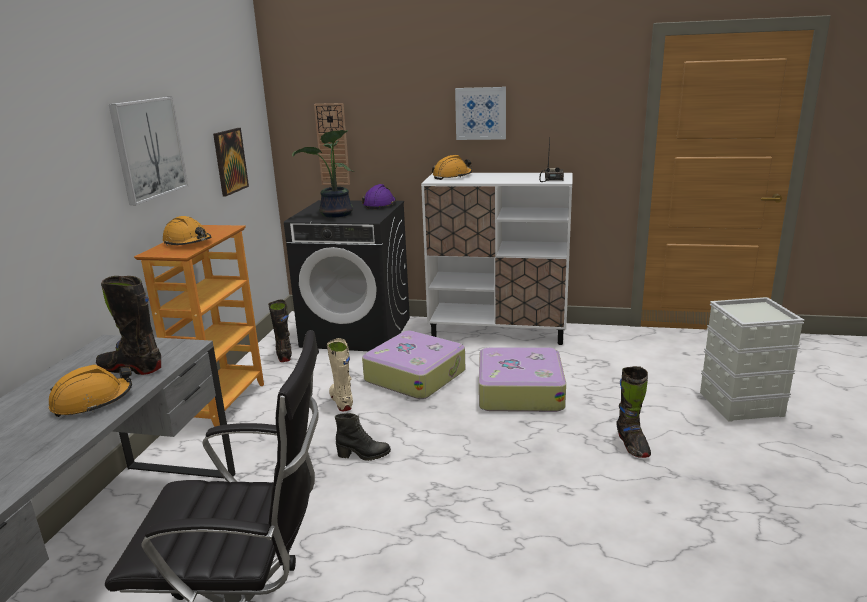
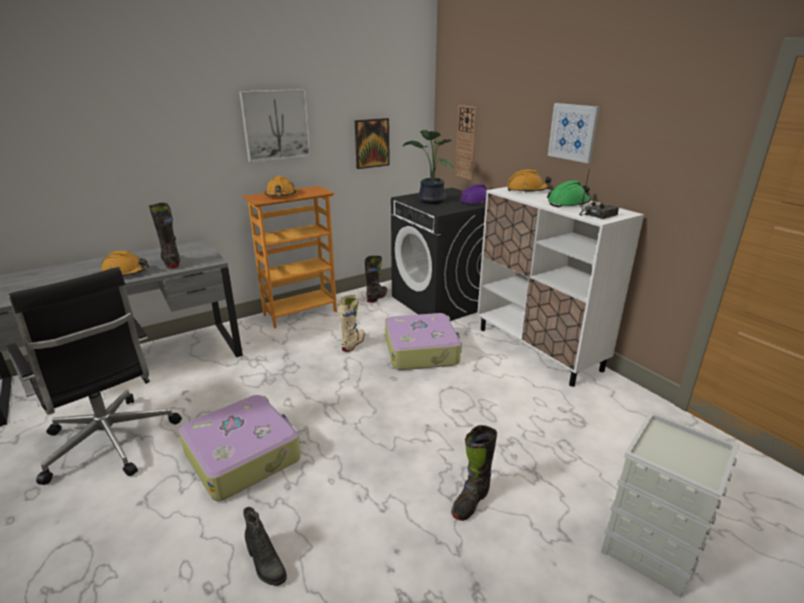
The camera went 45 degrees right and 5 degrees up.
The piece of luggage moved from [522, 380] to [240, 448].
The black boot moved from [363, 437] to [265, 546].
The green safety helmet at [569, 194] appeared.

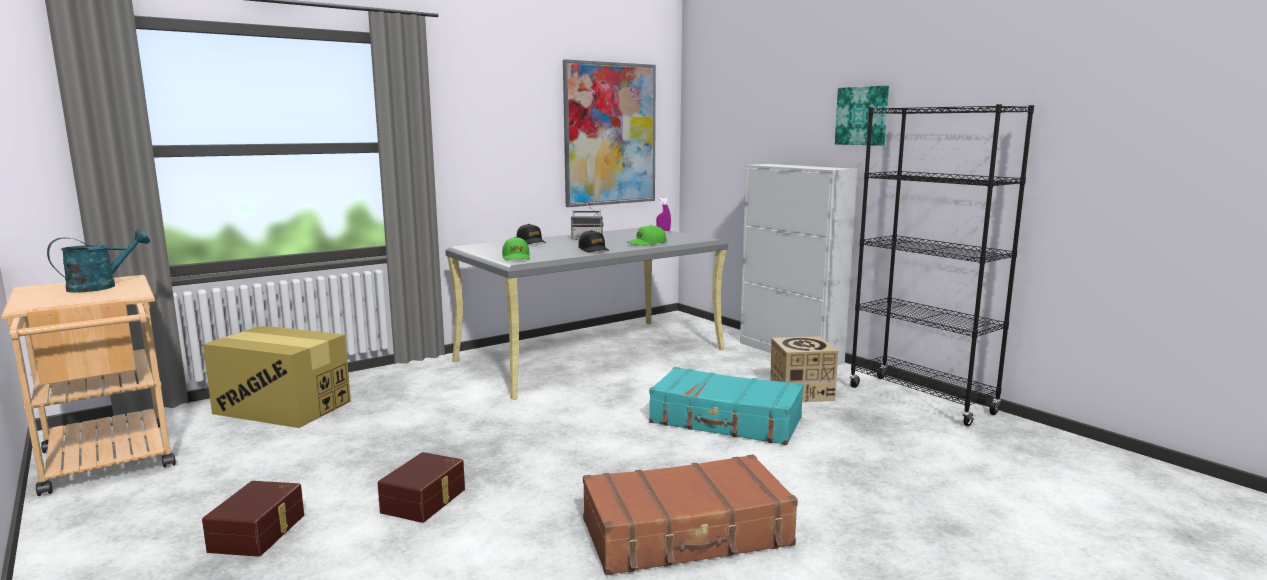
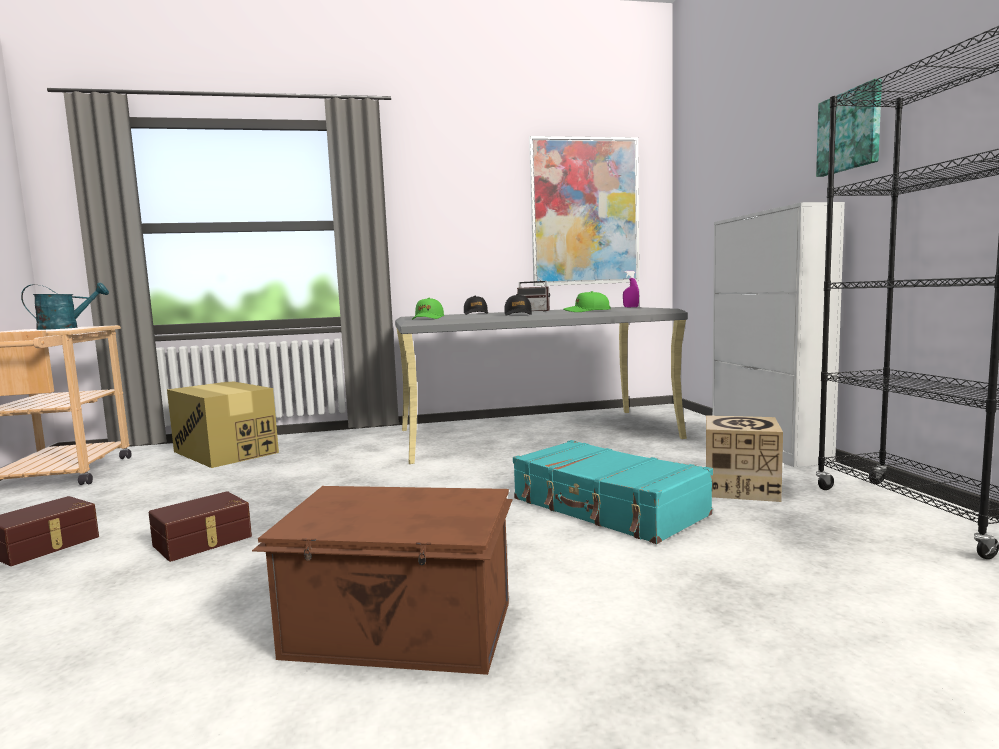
The camera went 25 degrees right and 5 degrees down.
The brown-coloured piece of luggage at [690, 514] was replaced by the brown-coloured storage container at [382, 580].

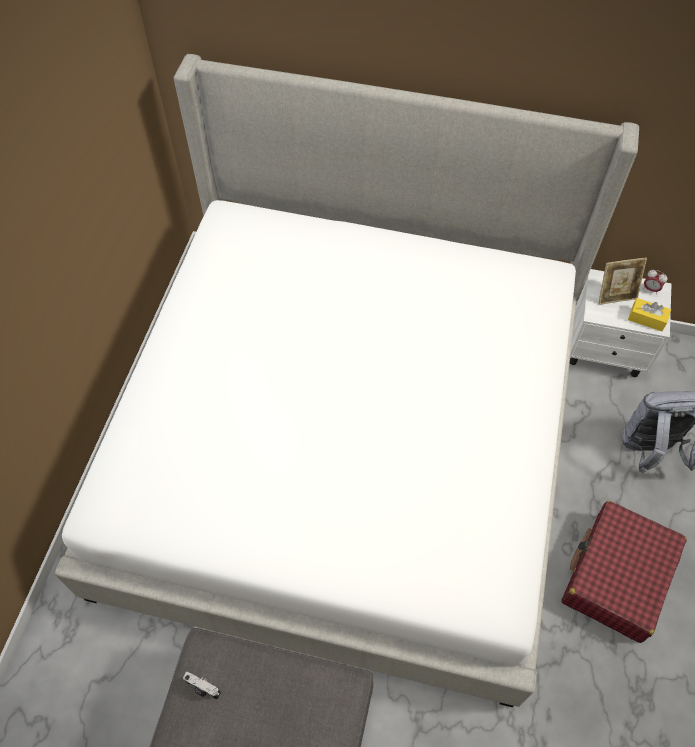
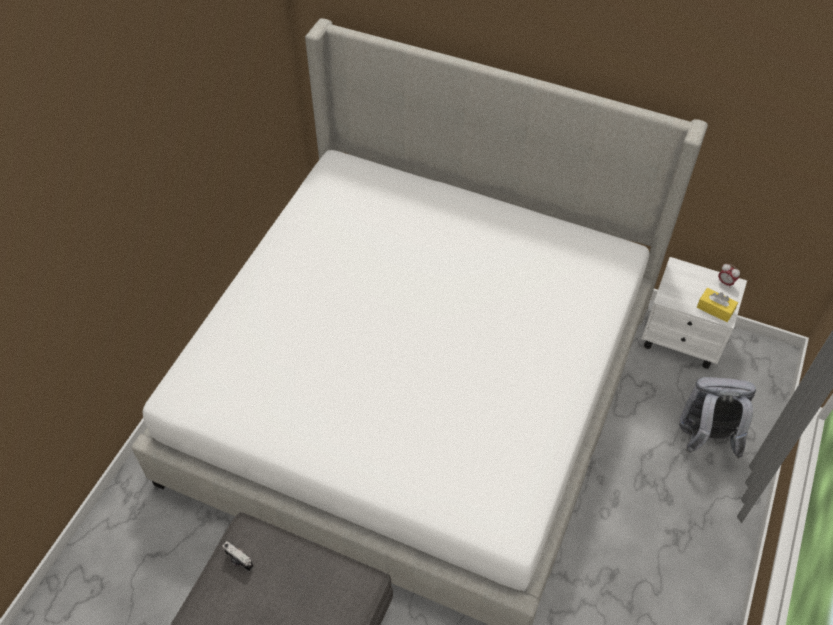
The camera went 10 degrees right and 5 degrees down.
The picture frame at [622, 281] disappeared.
The red-coloured piece of luggage at [624, 572] disappeared.

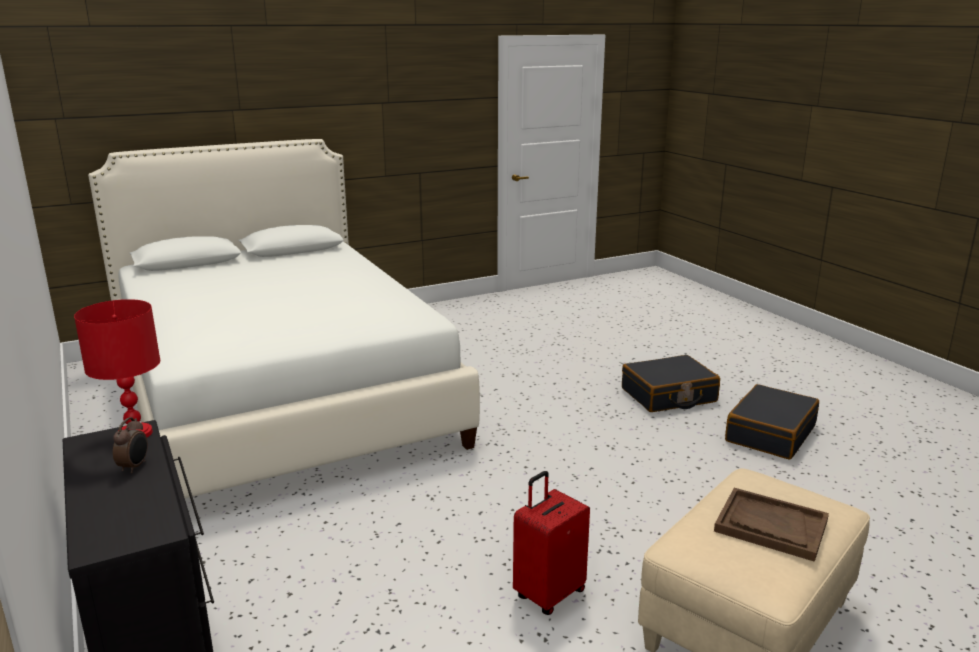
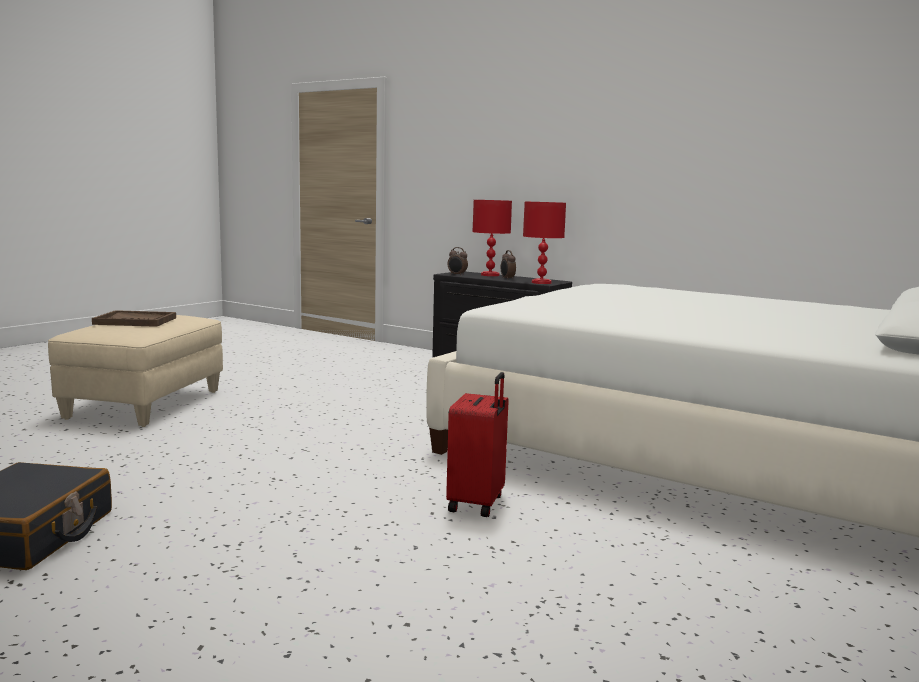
The camera went 150 degrees right and 10 degrees down.
The black piece of luggage at [671, 383] disappeared.
The red-coloured piece of luggage moved from [551, 543] to [477, 444].
The red-coloured table lamp at [492, 238] appeared.
The bedside clock at [458, 261] appeared.

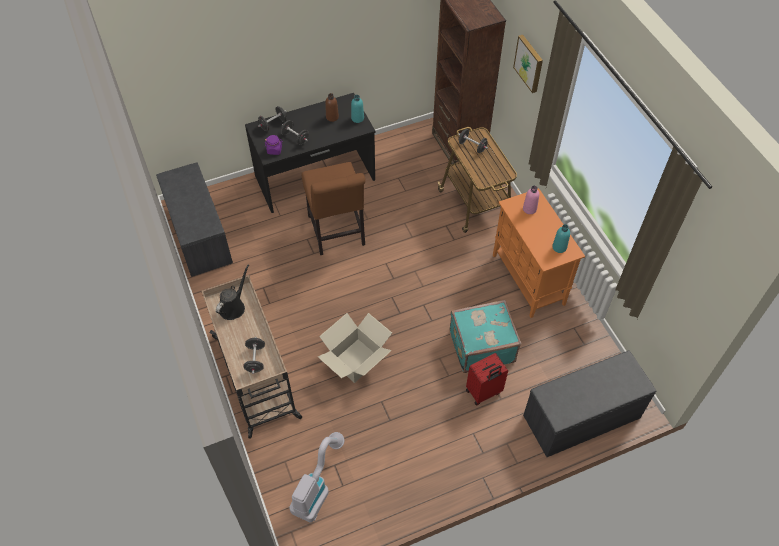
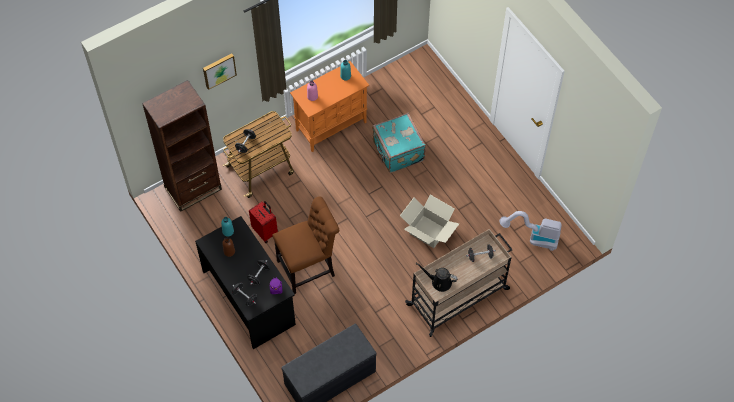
The camera went 100 degrees left and 5 degrees up.
The gray indoor bench at [589, 404] disappeared.
The red-coloured piece of luggage moved from [487, 379] to [263, 222].

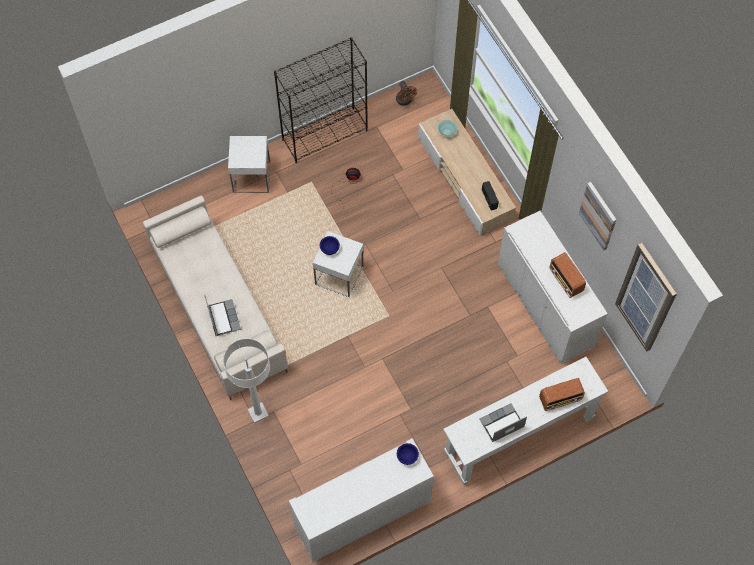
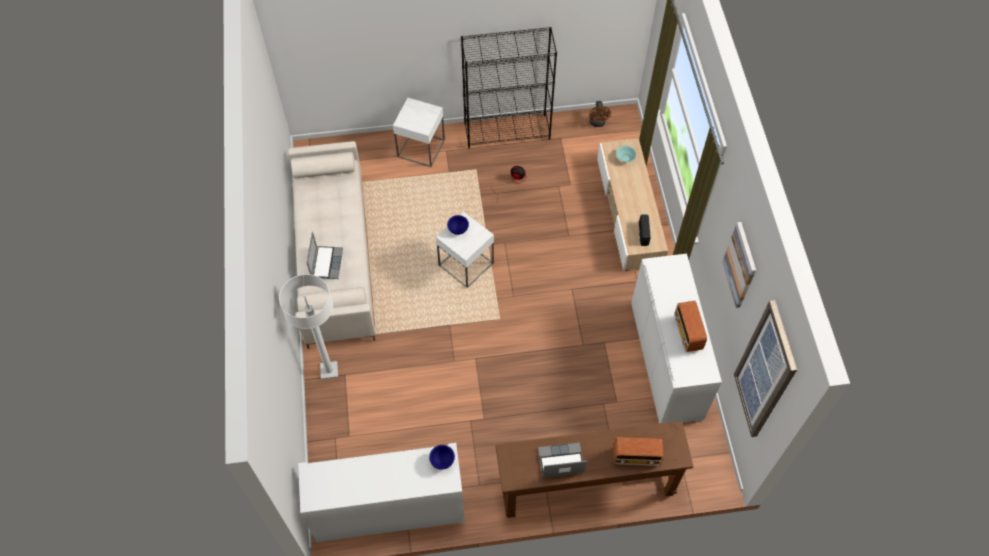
The camera went 20 degrees right and 5 degrees down.
The white-coloured narrow table at [525, 421] became the brown-coloured narrow table at [595, 469].

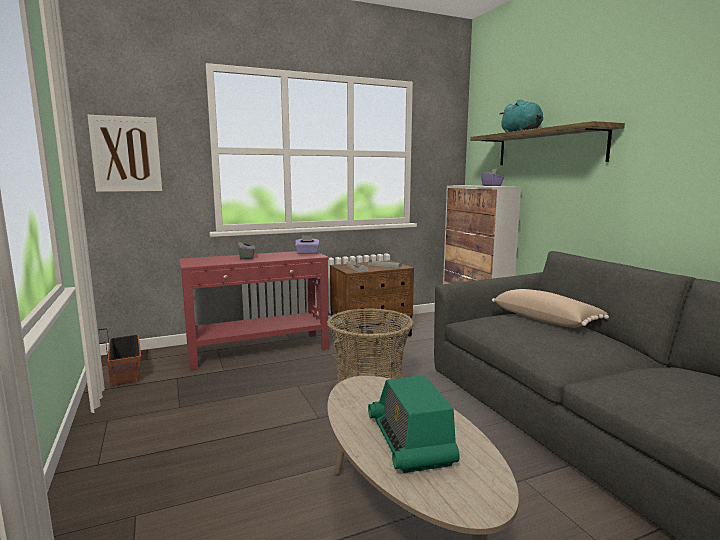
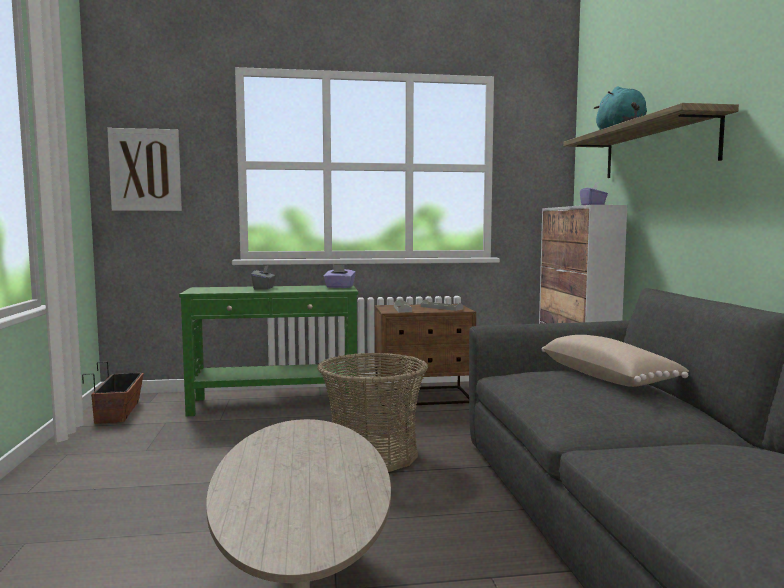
The camera went 15 degrees right and 5 degrees down.
The red-coloured narrow table at [254, 310] became the green narrow table at [268, 350].
The radio at [414, 424] disappeared.

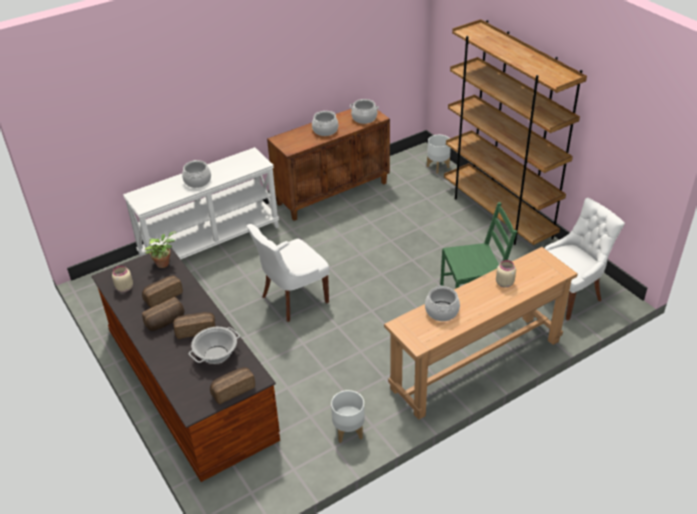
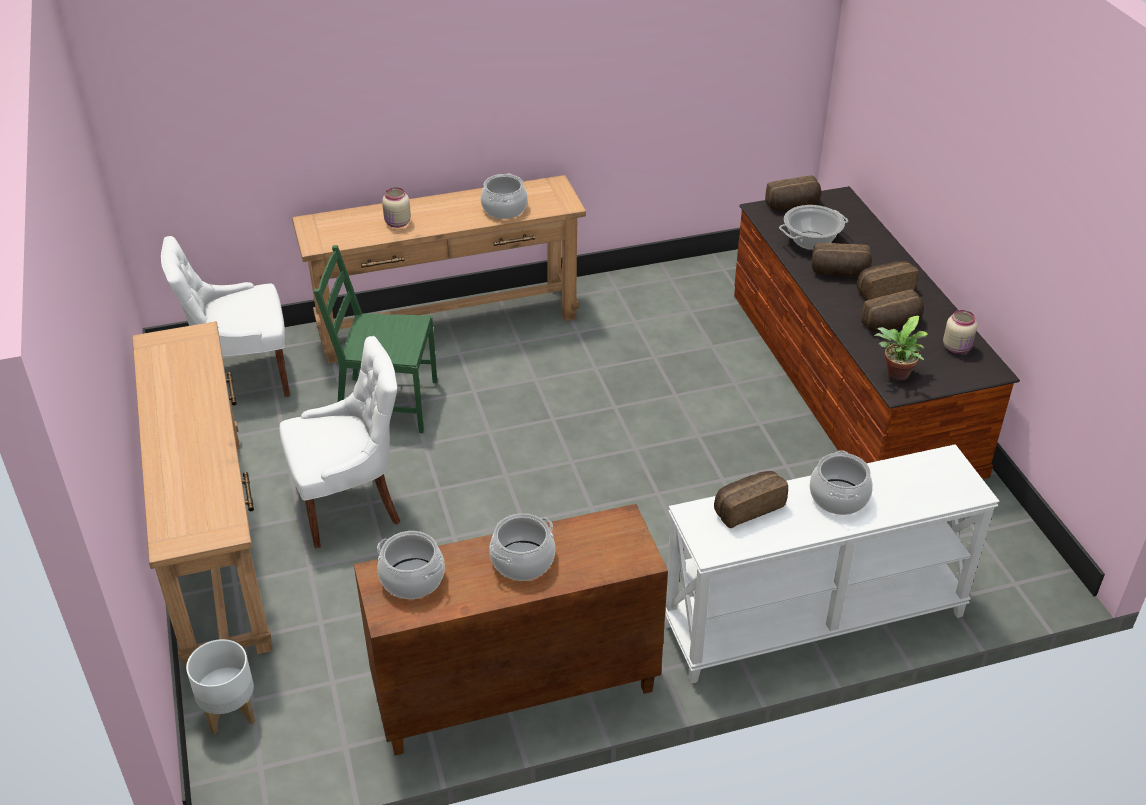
The camera went 165 degrees left and 0 degrees up.
The brown-coloured bookcase at [515, 132] was replaced by the brown-coloured narrow table at [202, 495].
The white-coloured chair moved from [288, 273] to [339, 442].
The white-coloured flower pot at [348, 416] disappeared.
The bread at [751, 499] appeared.

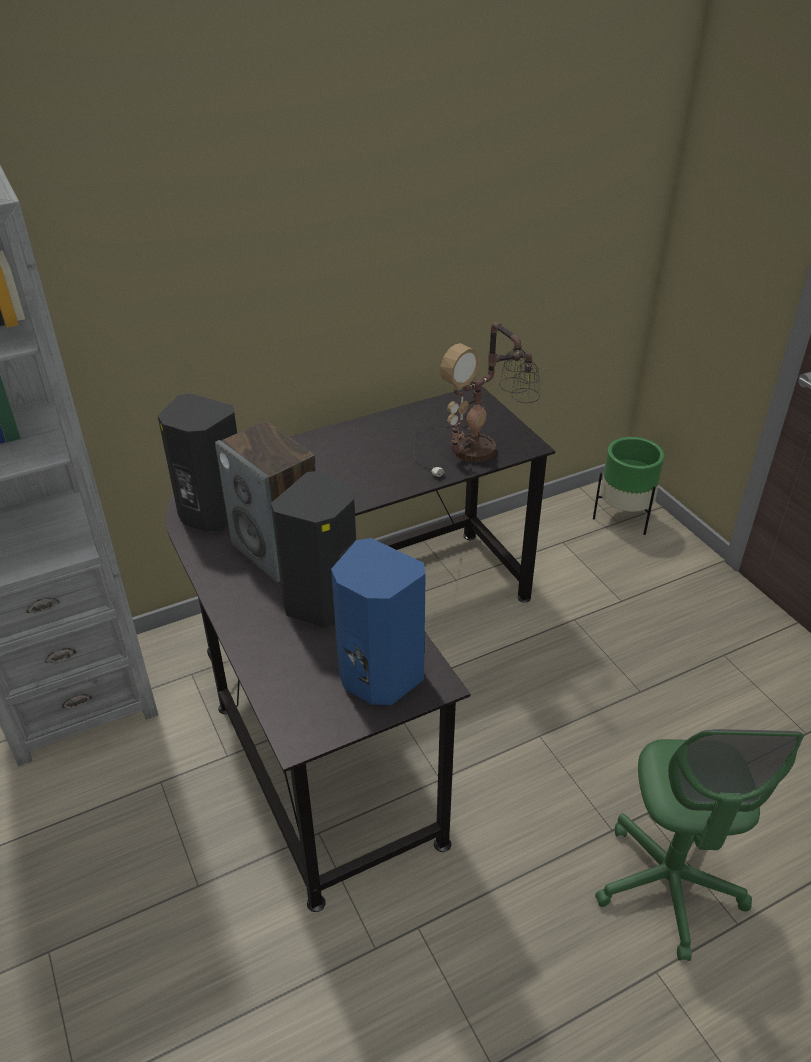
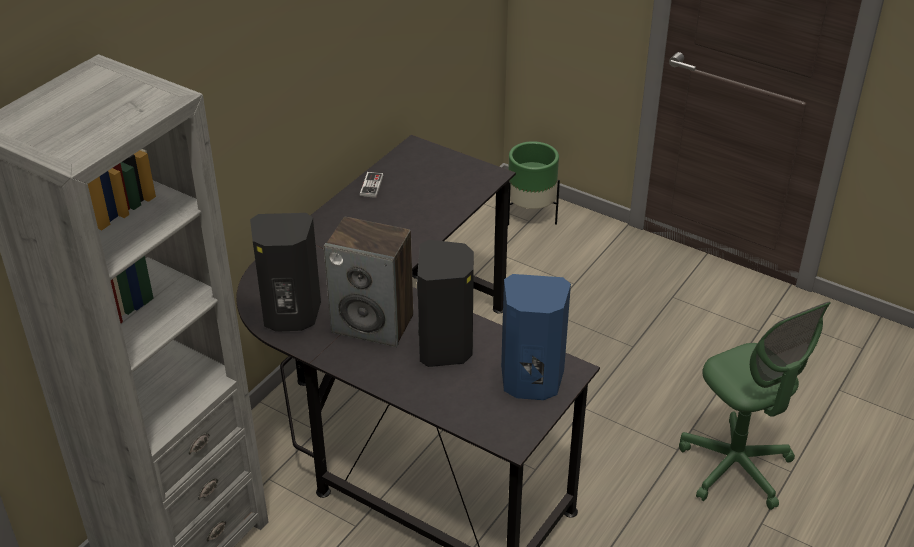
The camera went 30 degrees left and 0 degrees up.
The table lamp at [476, 399] disappeared.
The gamepad at [372, 185] appeared.

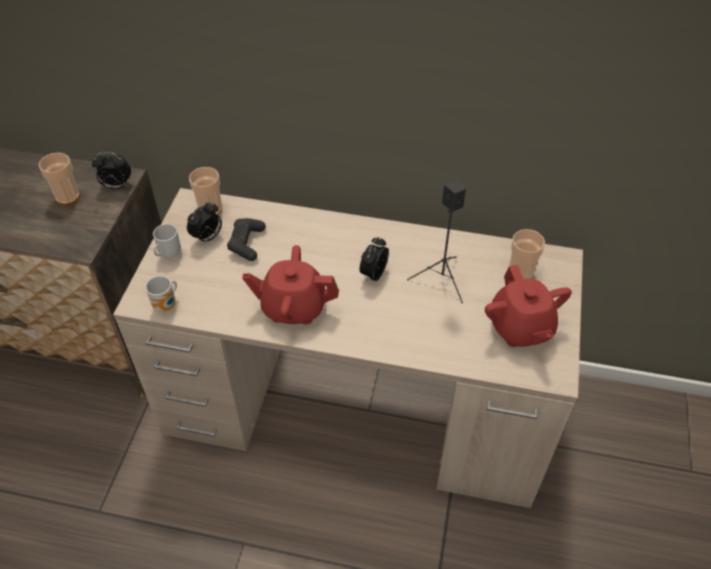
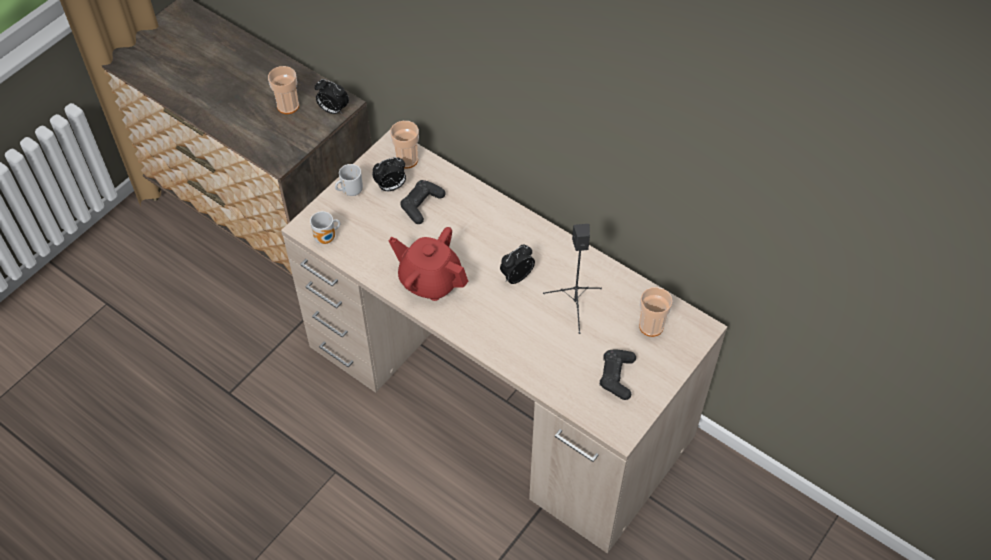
The camera went 25 degrees right and 5 degrees up.
The red-coloured pot for tea at [528, 306] was replaced by the black gamepad at [618, 375].

